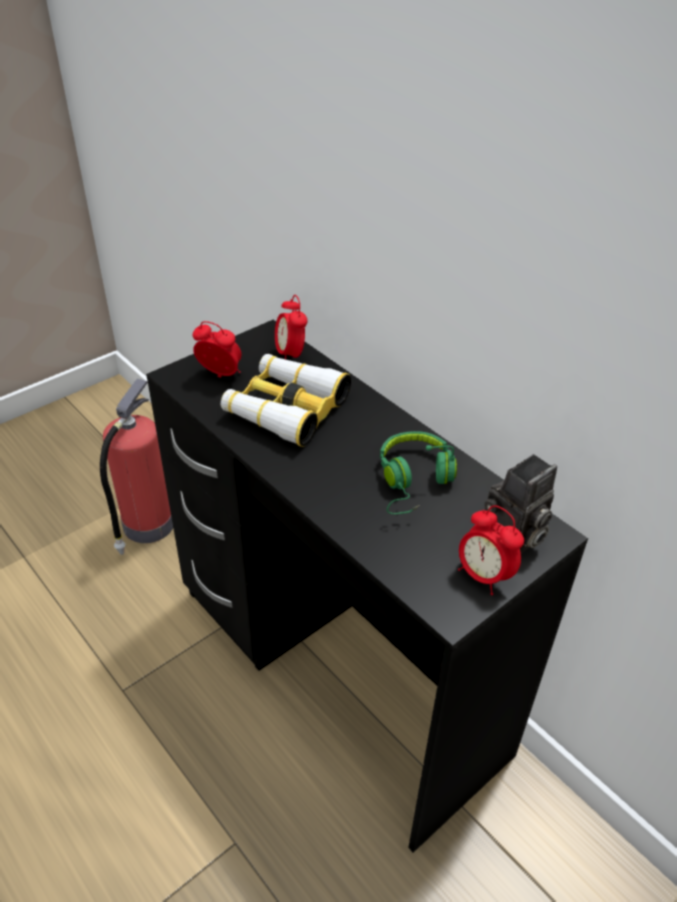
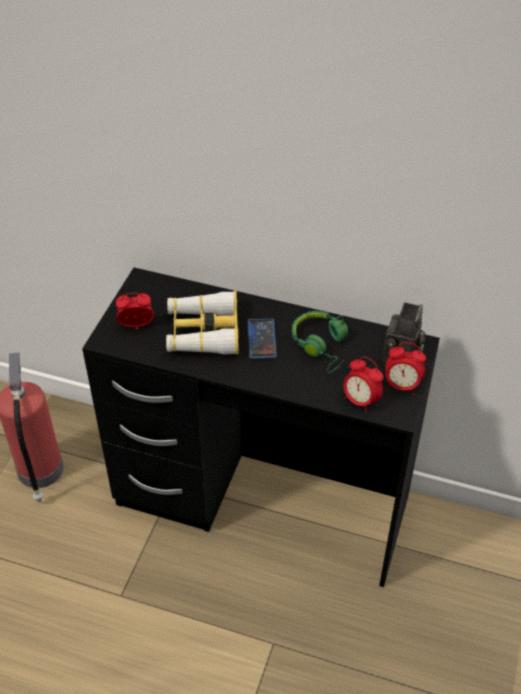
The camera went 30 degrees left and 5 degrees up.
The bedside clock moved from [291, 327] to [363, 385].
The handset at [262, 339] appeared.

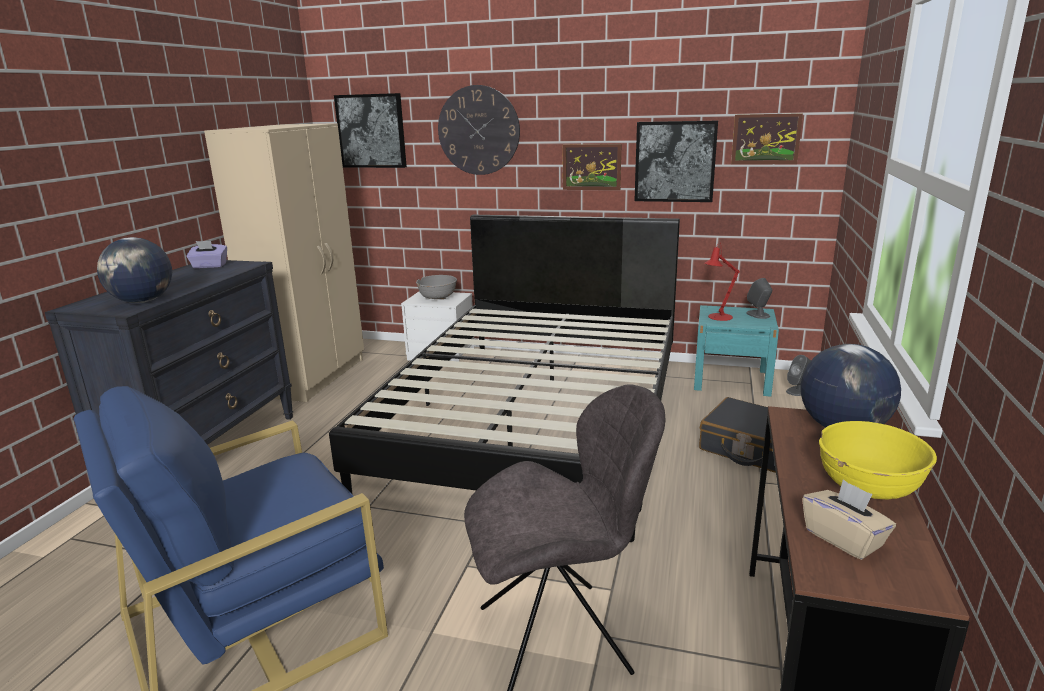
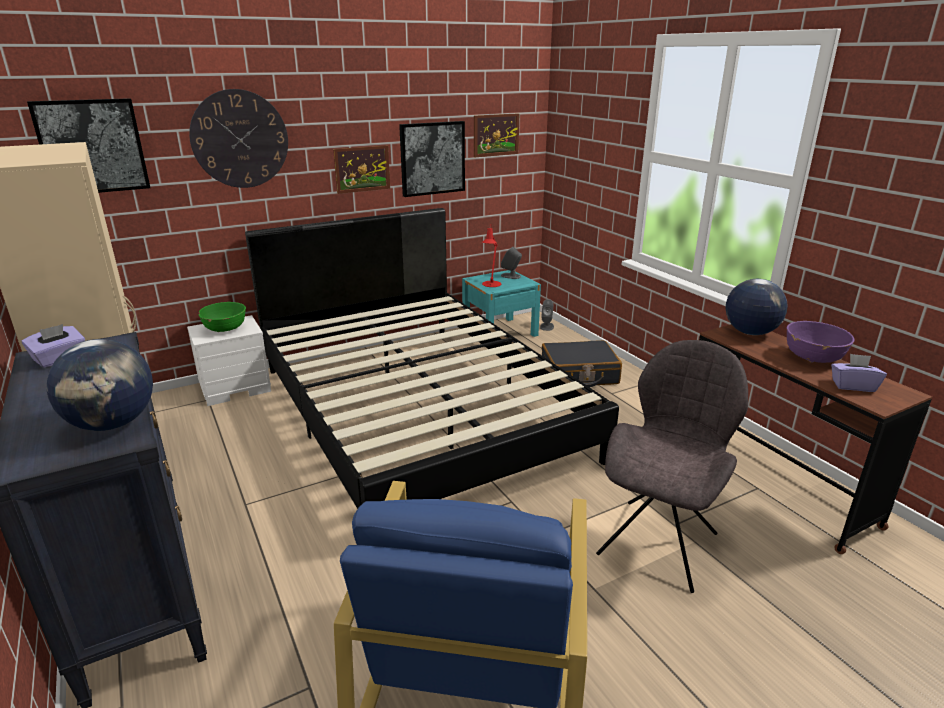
The camera went 45 degrees left and 5 degrees up.
The gray serving bowl at [436, 287] became the green serving bowl at [222, 317].
The yellow serving bowl at [878, 460] became the purple serving bowl at [820, 342].
The sand-coloured tissue holder at [849, 519] became the purple tissue holder at [859, 373].

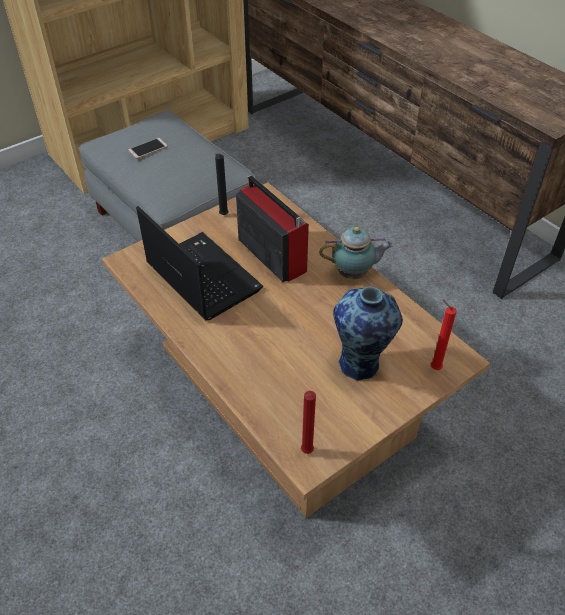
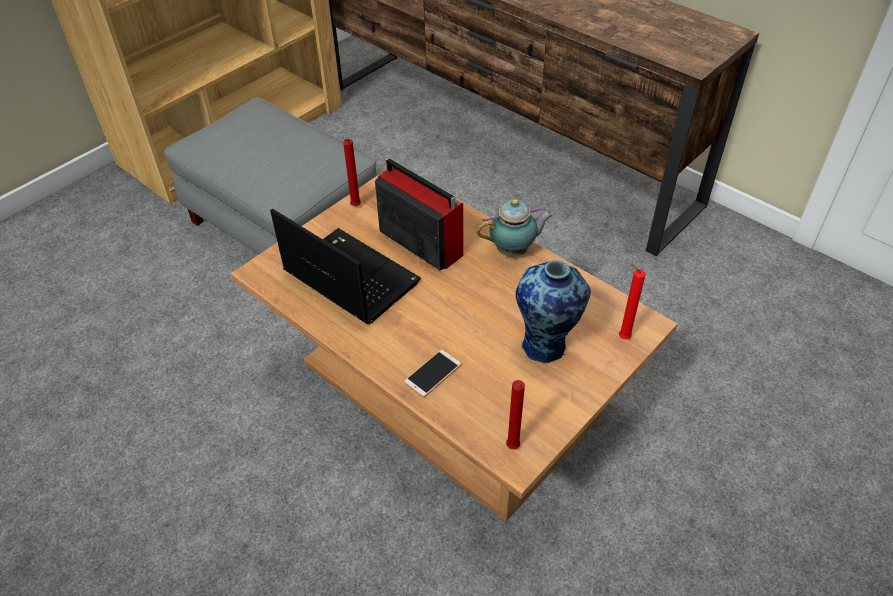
The camera went 10 degrees left and 0 degrees up.
The handset moved from [148, 148] to [433, 373].
The black candle at [222, 184] became the red-coloured candle at [352, 172].

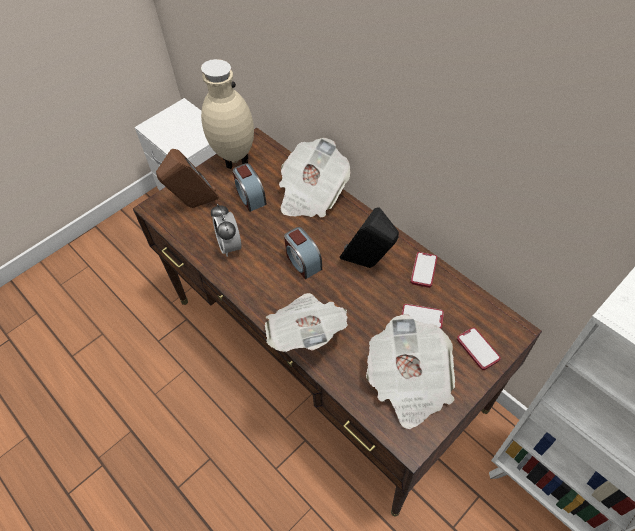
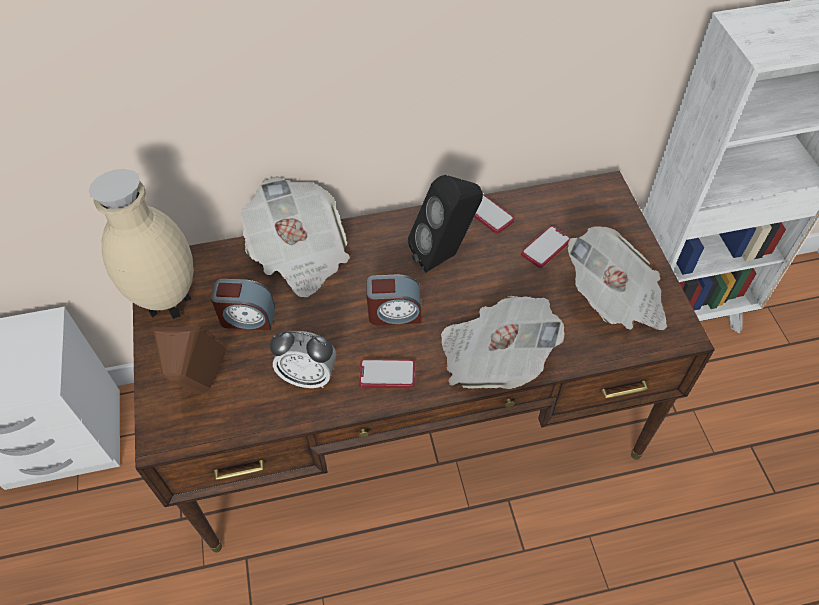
The camera went 60 degrees left and 0 degrees up.
The handset moved from [479, 348] to [387, 373].

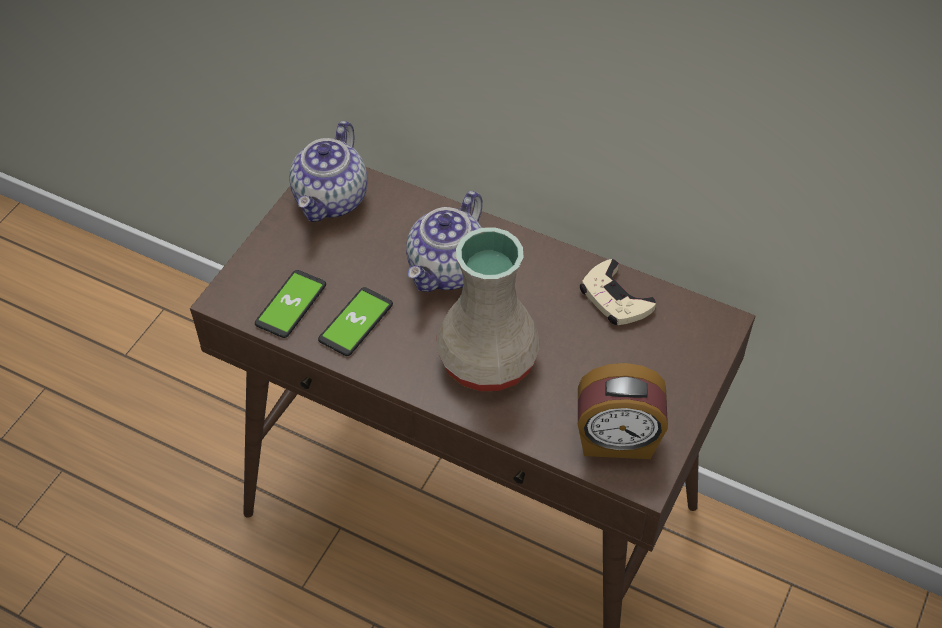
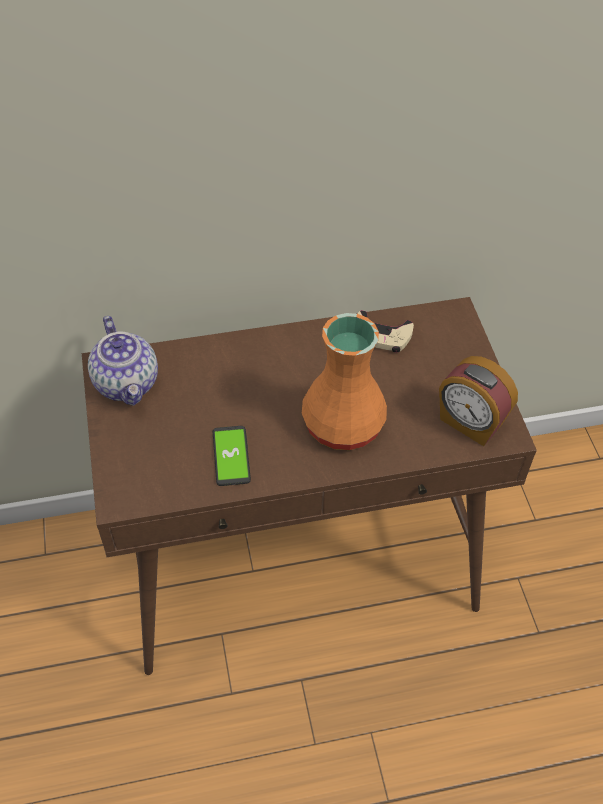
The camera went 40 degrees left and 0 degrees up.
The pot for tea at [444, 241] disappeared.
The sand-coloured flower vase at [488, 309] became the orange flower vase at [344, 381].
The handset at [290, 304] disappeared.
The bedside clock at [623, 411] turned 75 degrees clockwise.

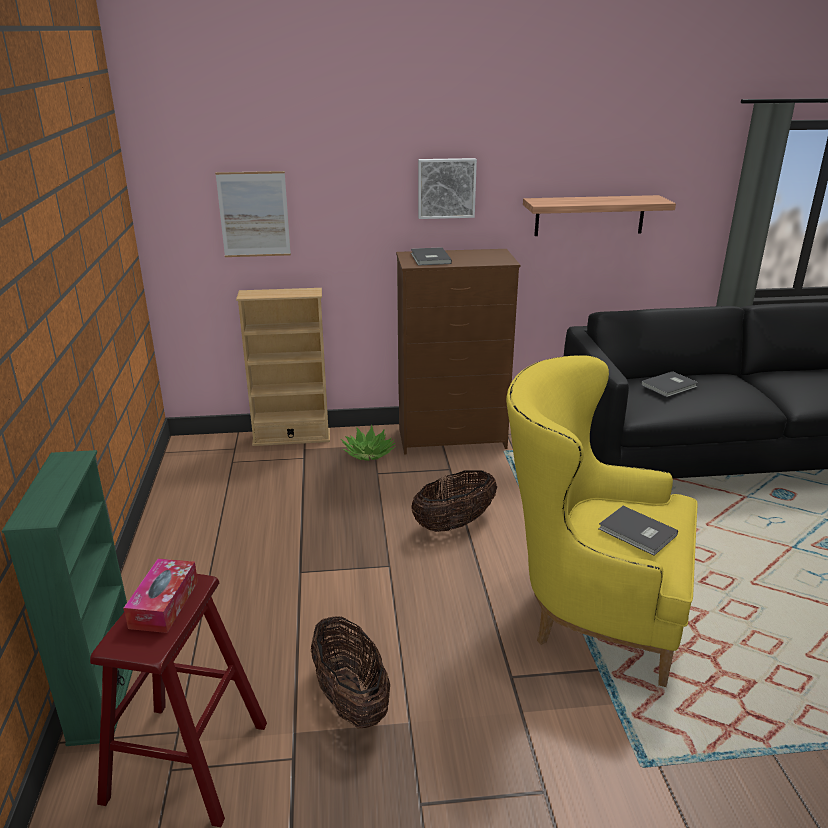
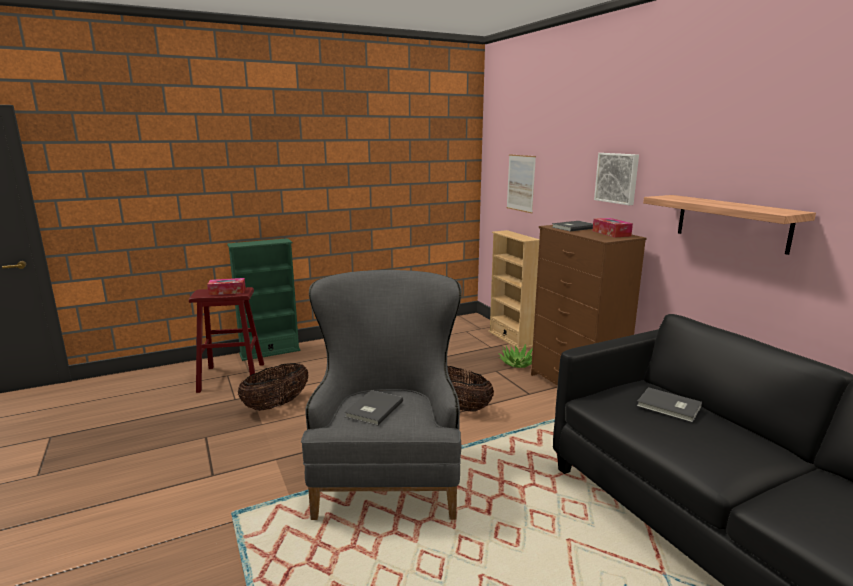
The camera went 70 degrees right and 10 degrees down.
The yellow armchair at [601, 521] became the gray armchair at [381, 395].
The tissue holder at [612, 228] appeared.

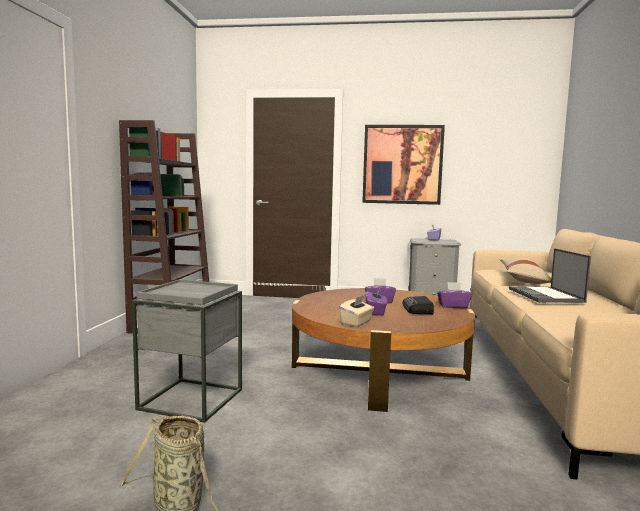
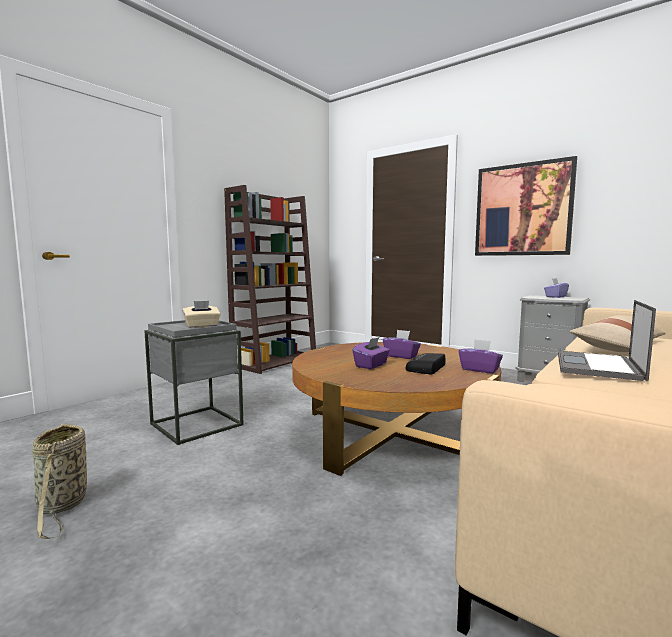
The camera went 30 degrees right and 0 degrees up.
The sand-coloured tissue holder moved from [356, 311] to [201, 314].

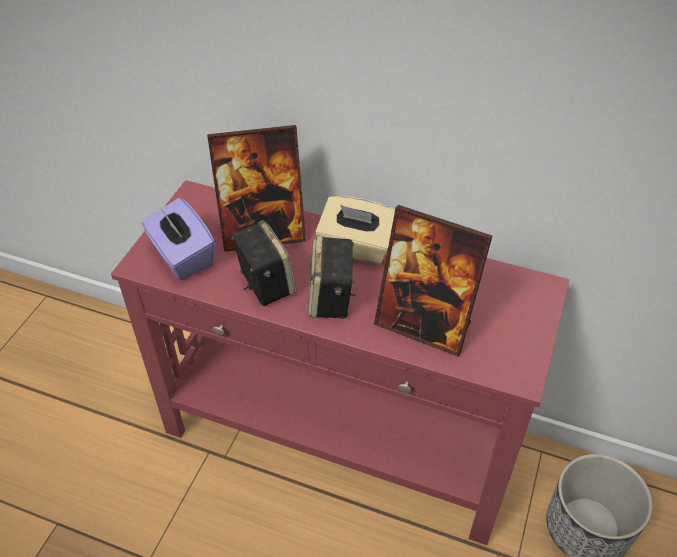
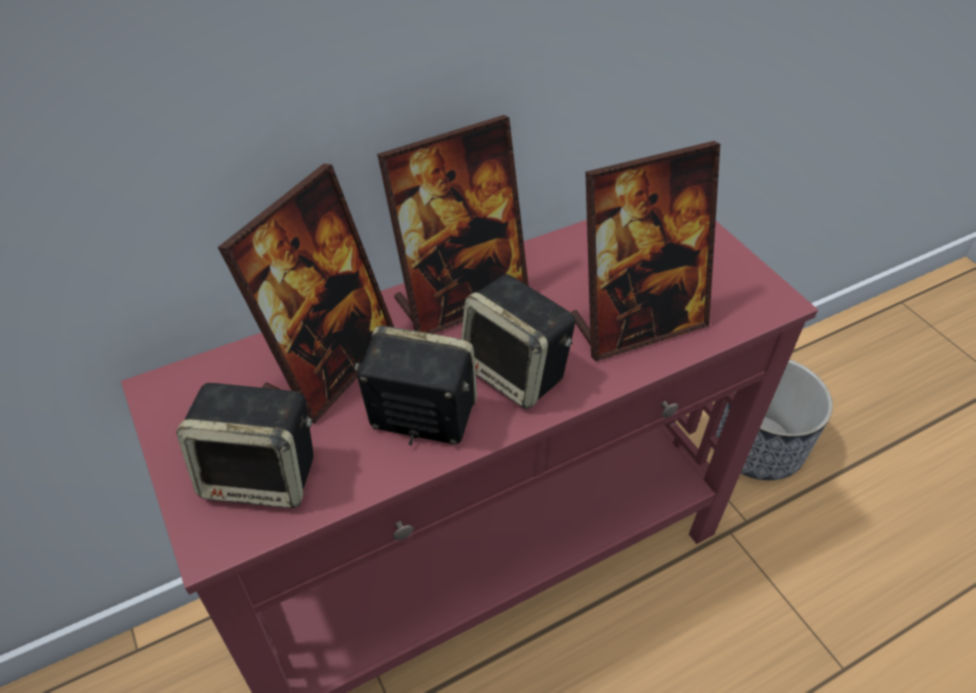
The camera went 50 degrees left and 0 degrees up.
The sand-coloured tissue holder at [355, 230] was replaced by the picture frame at [453, 224].
The purple tissue holder at [178, 239] was replaced by the loudspeaker at [245, 445].

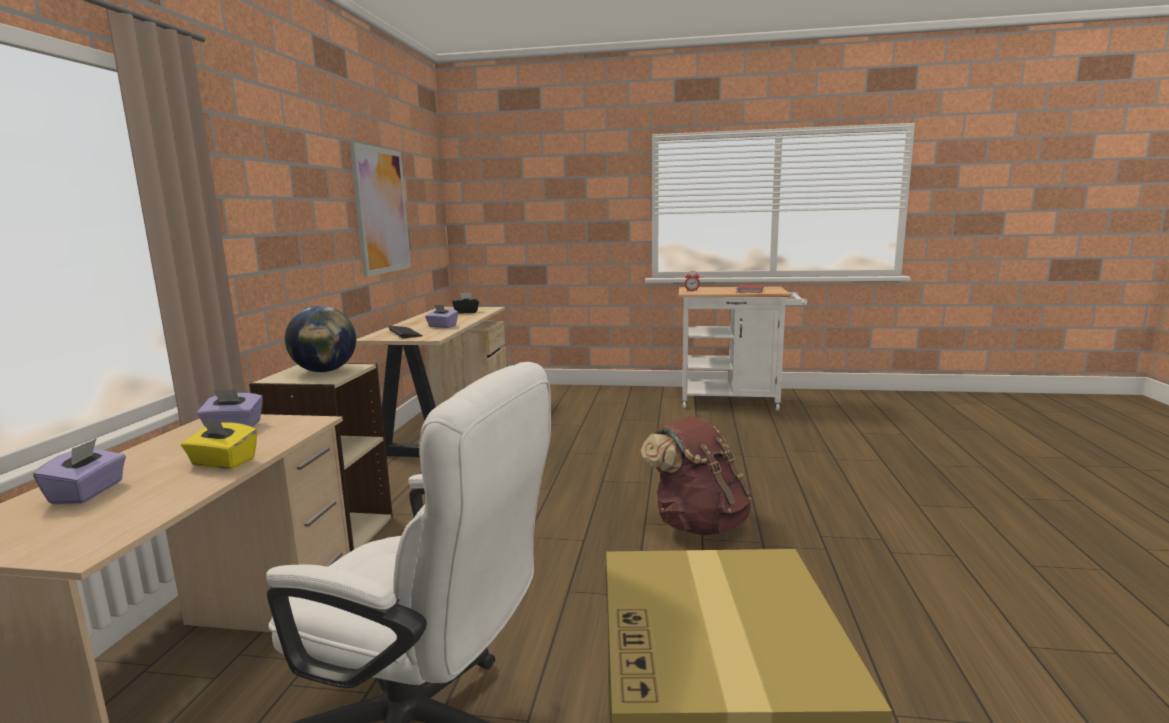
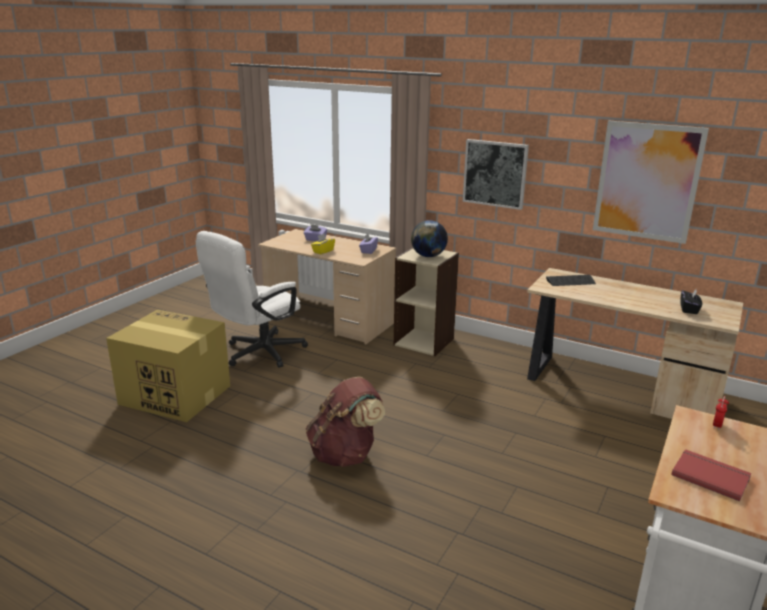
The camera went 110 degrees right and 10 degrees up.
The purple tissue holder at [441, 316] disappeared.
The wall art at [496, 174] appeared.

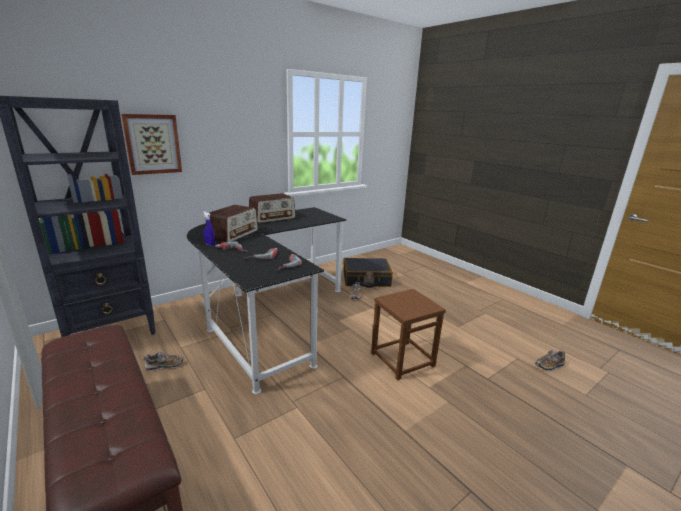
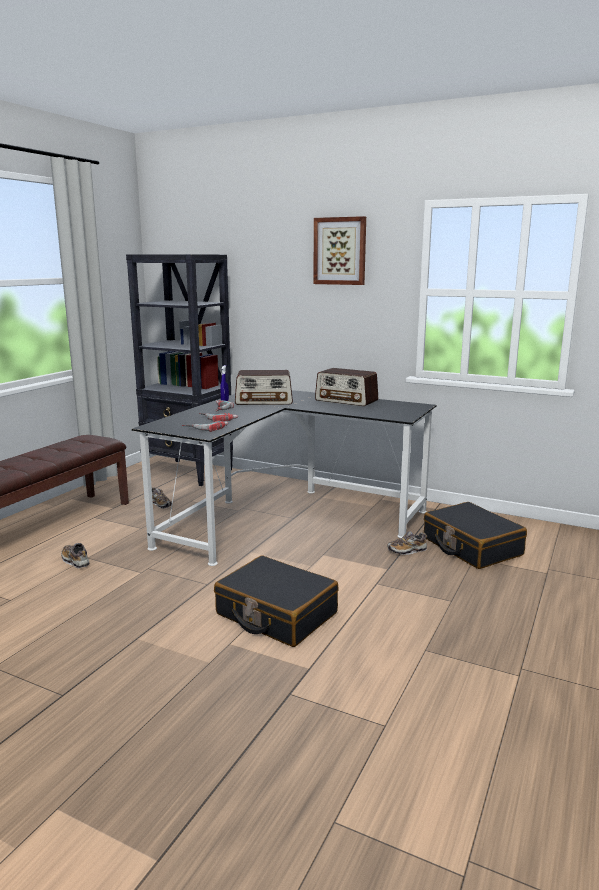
The camera went 65 degrees right and 5 degrees down.
The wall art moved from [151, 144] to [339, 250].
The brown-coloured sitting stool at [408, 334] was replaced by the black piece of luggage at [276, 601].
The item of footwear moved from [550, 360] to [75, 555].

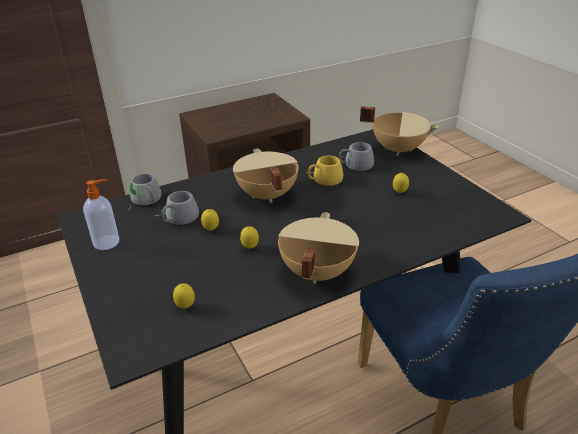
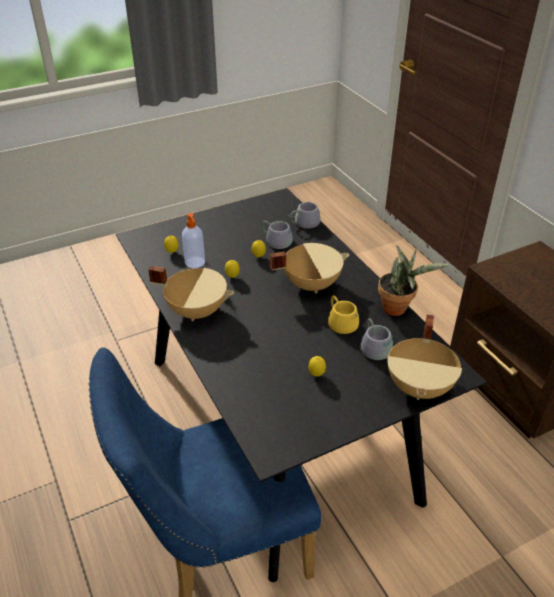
The camera went 90 degrees right and 5 degrees up.
The soap bottle moved from [101, 214] to [193, 240].
The potted plant at [413, 281] appeared.

